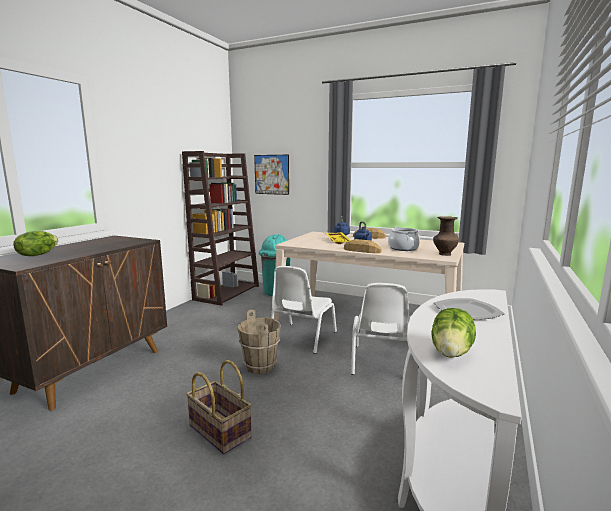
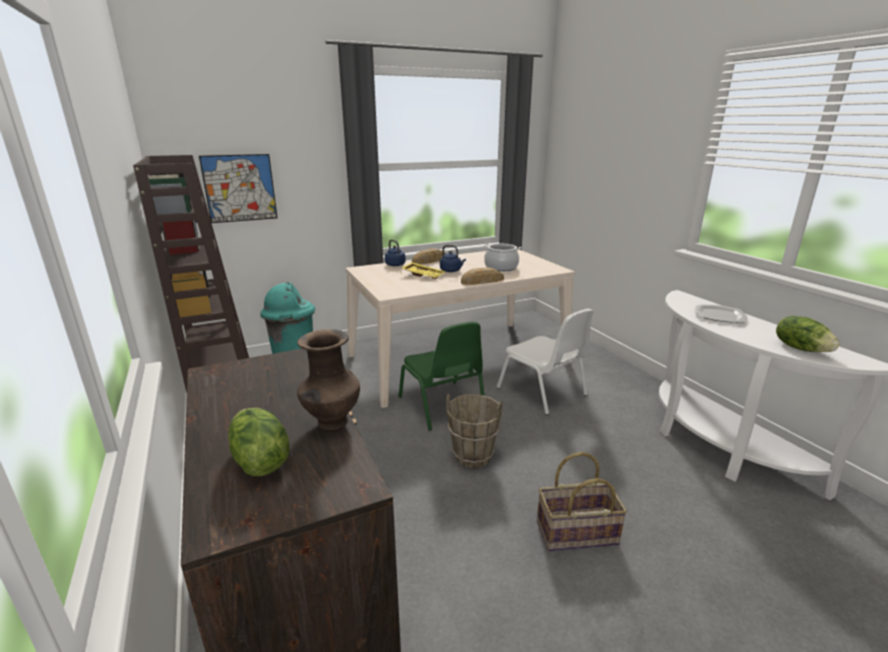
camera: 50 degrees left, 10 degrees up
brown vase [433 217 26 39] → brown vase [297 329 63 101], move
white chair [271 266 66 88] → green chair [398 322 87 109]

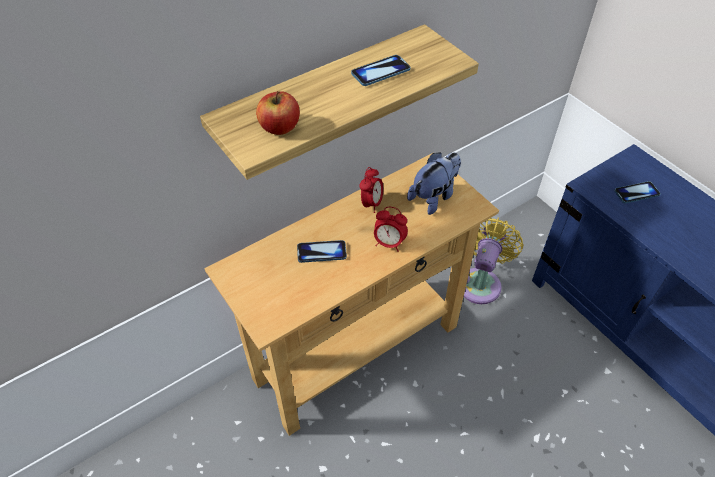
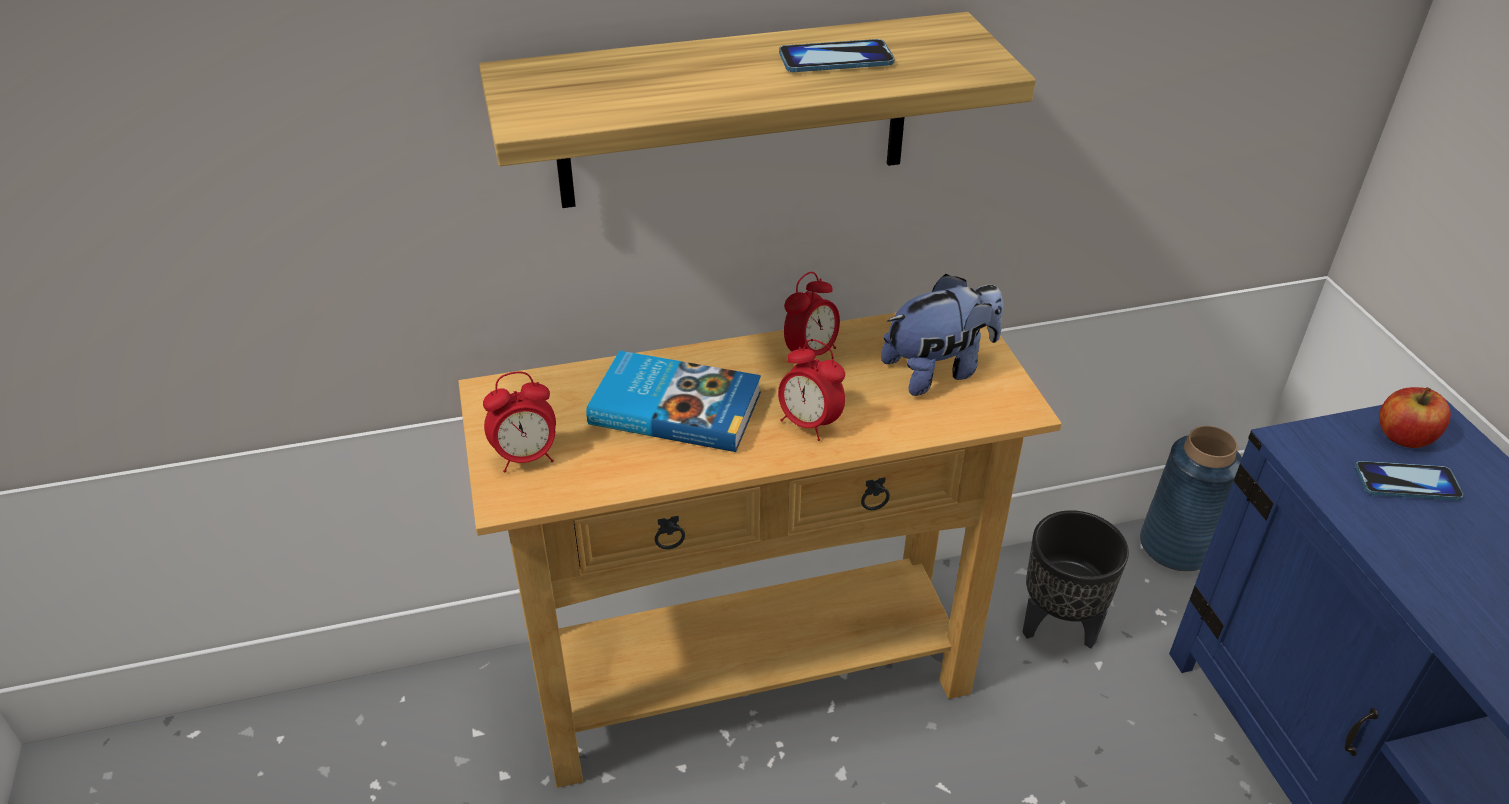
camera: 20 degrees right, 10 degrees down
- → alarm clock [483 372 73 100]
phone [297 240 50 23] → book [586 351 175 101]
yellow fan [464 218 59 86] → black planter [1023 510 106 139]
- → blue vase [1140 426 102 145]
apple [256 91 44 44] → apple [1379 387 72 61], move

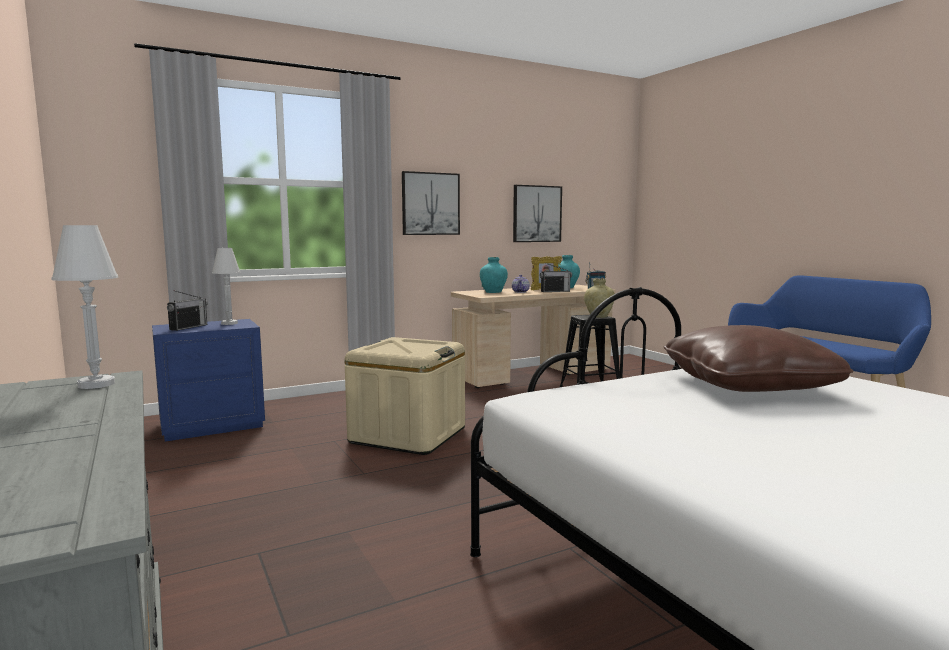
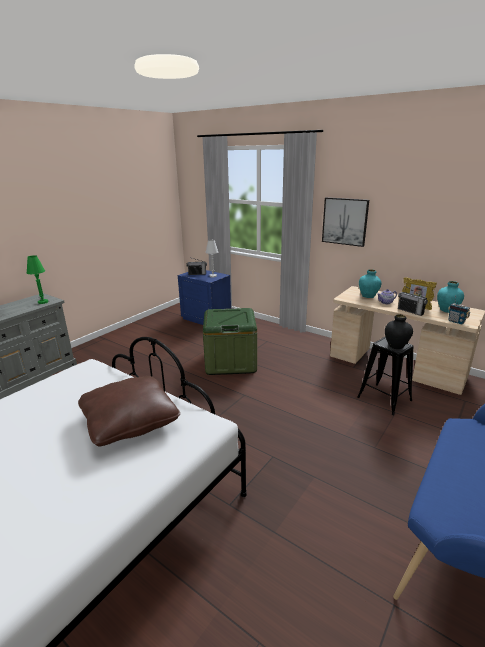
camera: 65 degrees right, 15 degrees up
white table lamp [51 225 67 164] → green table lamp [27 255 21 49]
beige storage box [344 337 121 118] → green storage box [203 308 54 67]
beige vase [584 279 31 39] → black vase [385 314 28 35]
picture [513 185 49 57] → -

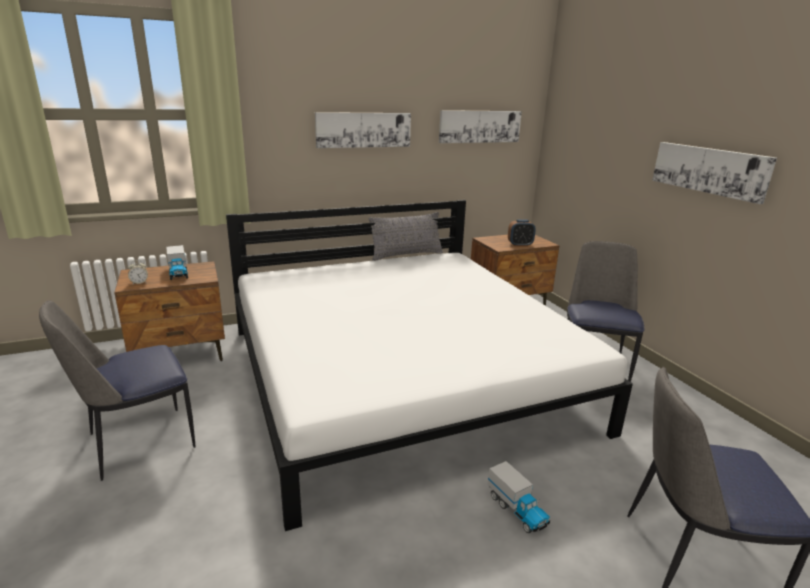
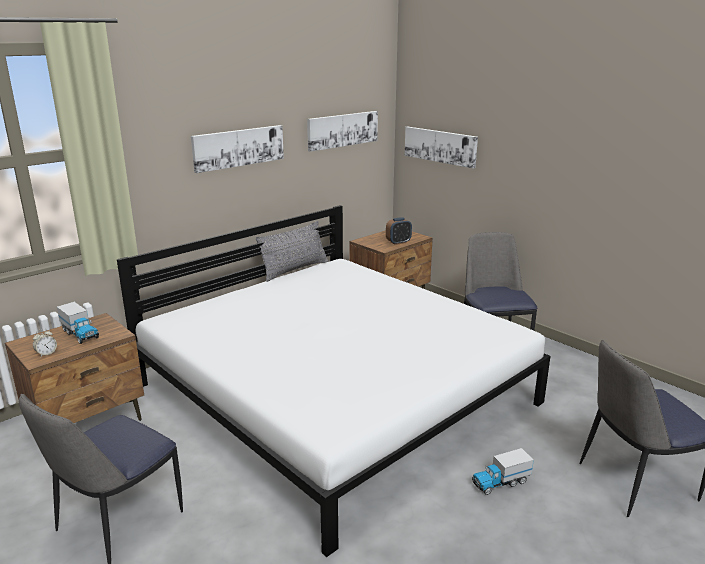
camera: 20 degrees left, 0 degrees up
picture [652 142 125 62] → picture [405 127 73 41], move
toy truck [488 461 62 72] → toy truck [472 448 62 47], 120 degrees clockwise

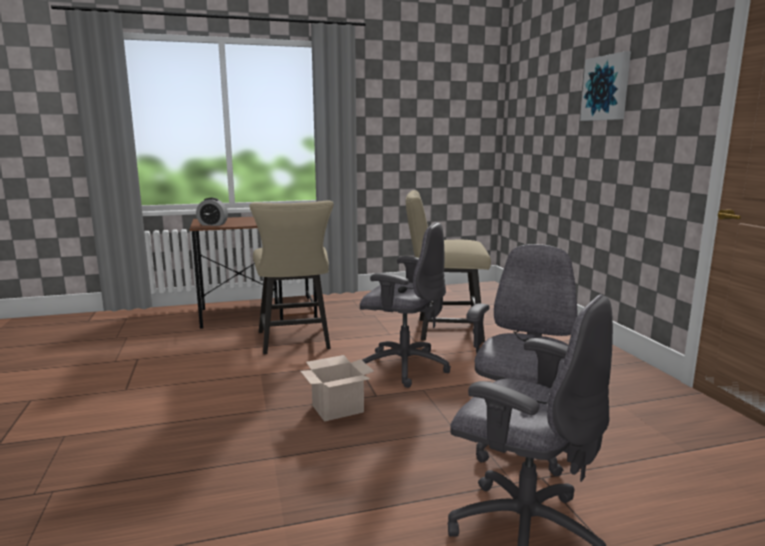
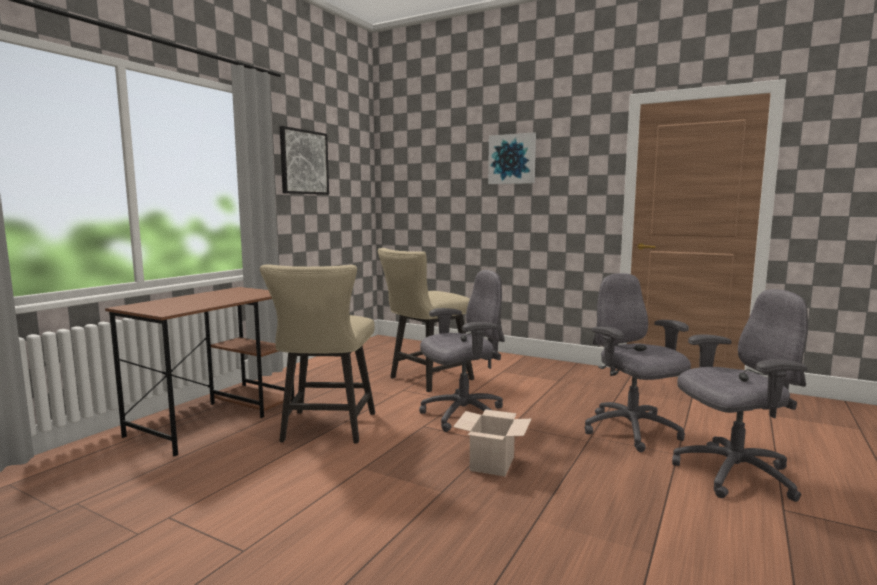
camera: 45 degrees left, 5 degrees down
beige chair [249 200 85 154] → beige chair [260 264 115 180], 60 degrees clockwise
- → picture [280 126 49 69]
alarm clock [196 198 32 28] → -

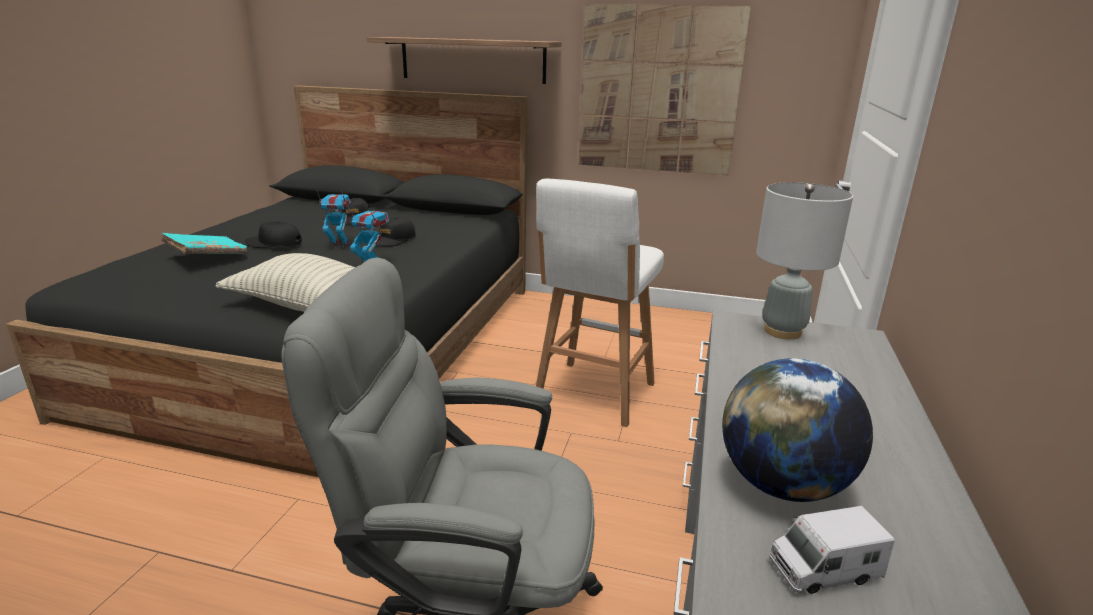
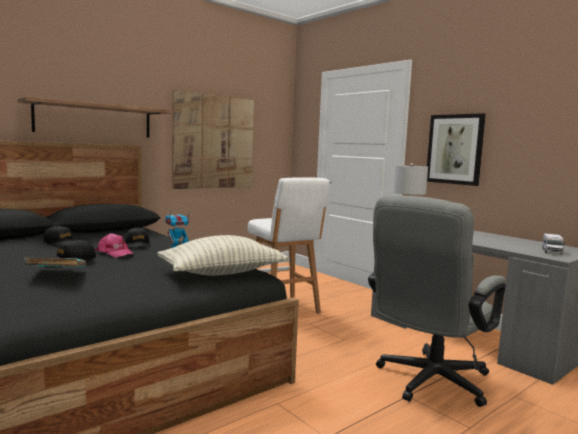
camera: 55 degrees left, 15 degrees down
toy robot [317 190 34 57] → pink cap [95 233 39 24]
- → picture [427 113 59 73]
globe [722 358 151 144] → -

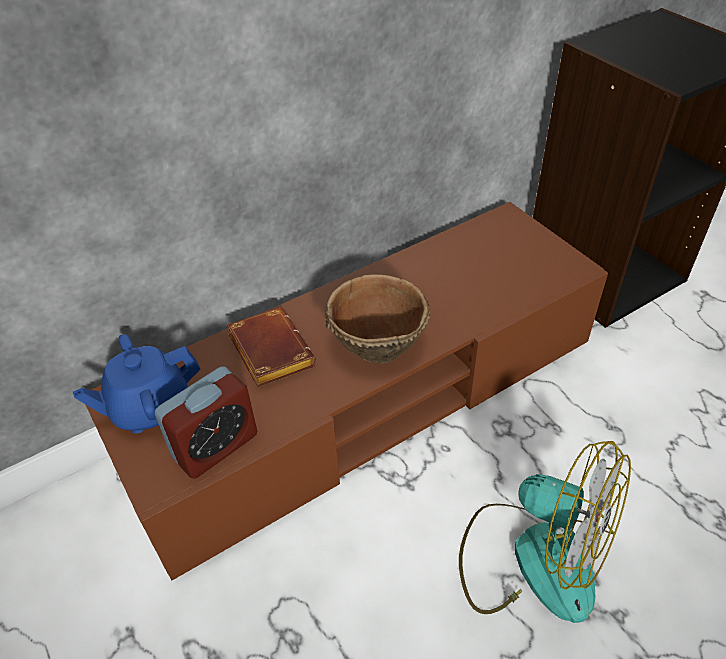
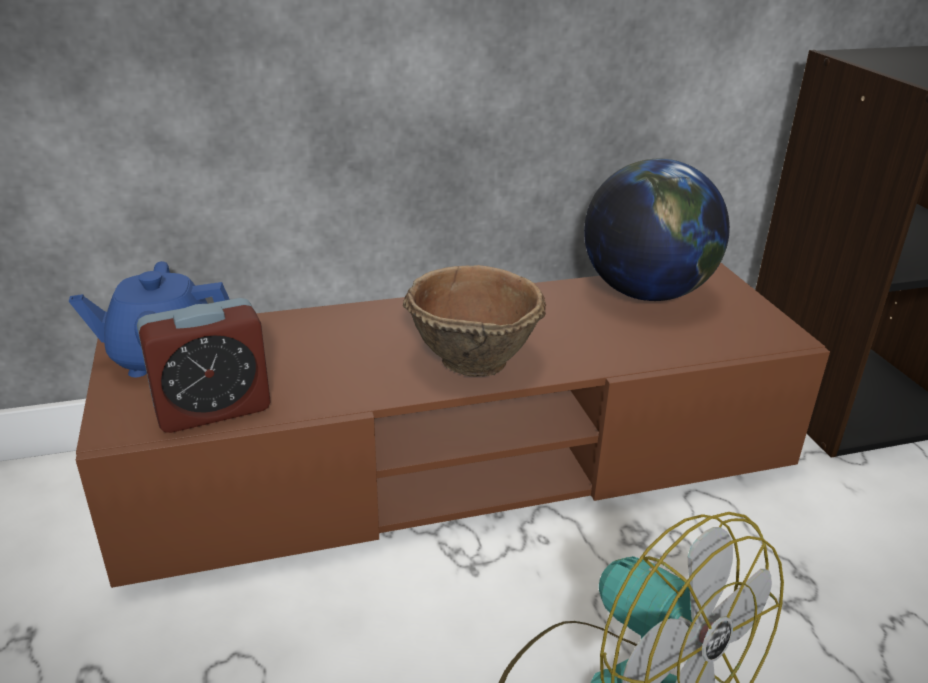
camera: 15 degrees right, 15 degrees down
- → globe [584 159 146 142]
brown book [227 307 89 80] → -

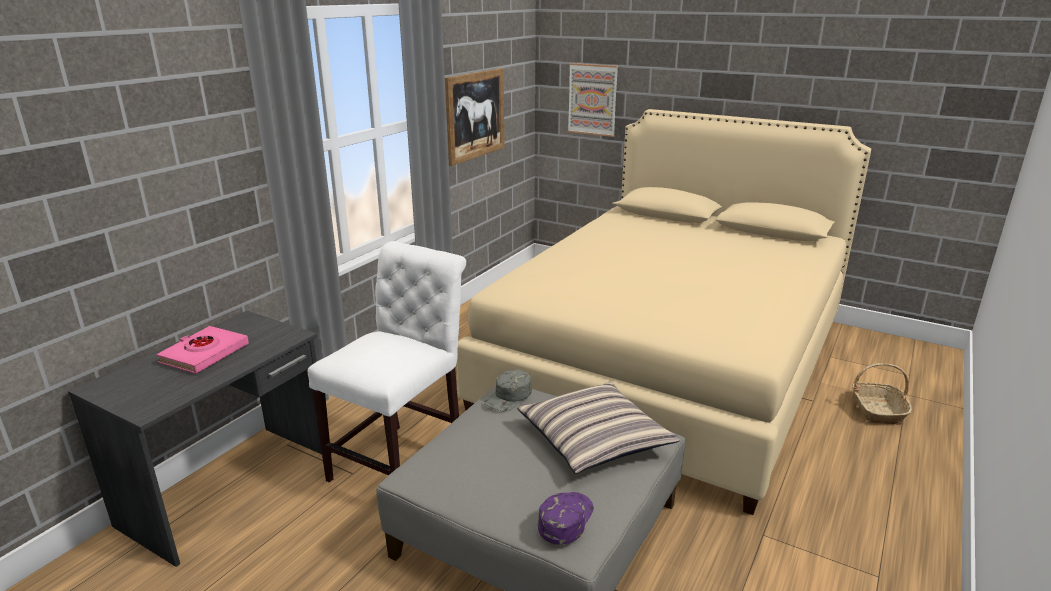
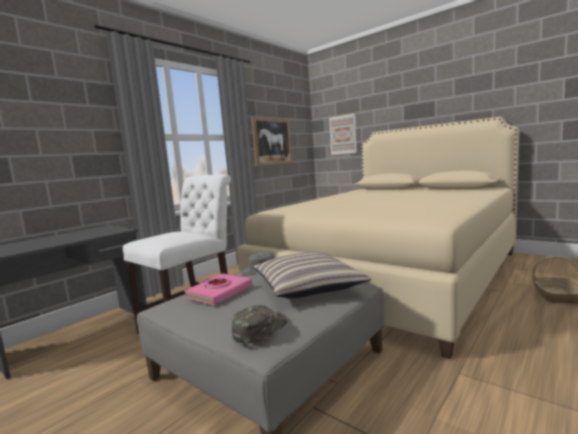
camera: 10 degrees right, 15 degrees down
pink book [156 326 93 48] → pink book [184 273 68 32], move
purple cap [538 492 56 53] → green cap [232 305 56 39]

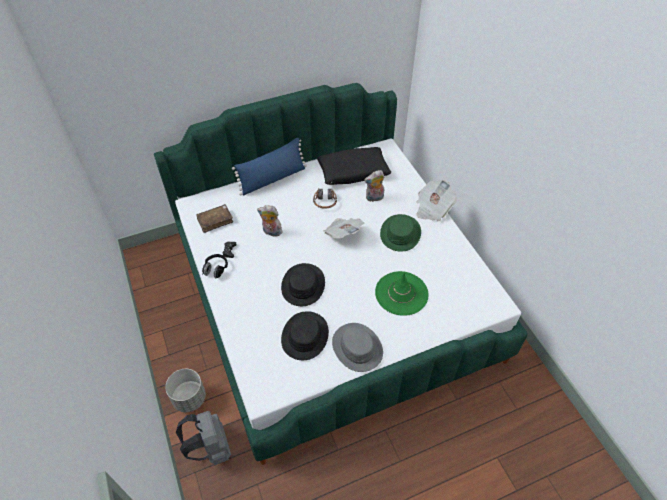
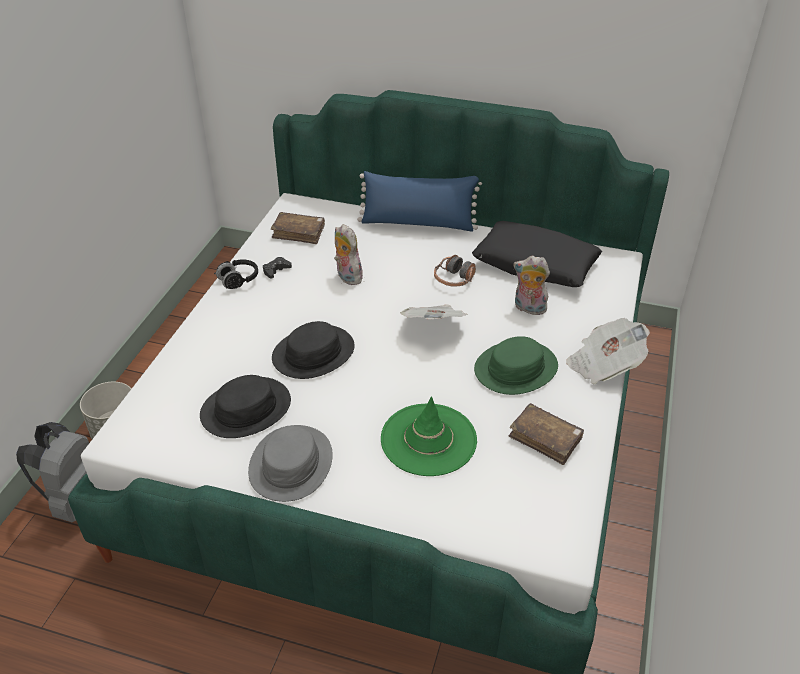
camera: 40 degrees right, 10 degrees down
- → brown book [509 403 75 62]

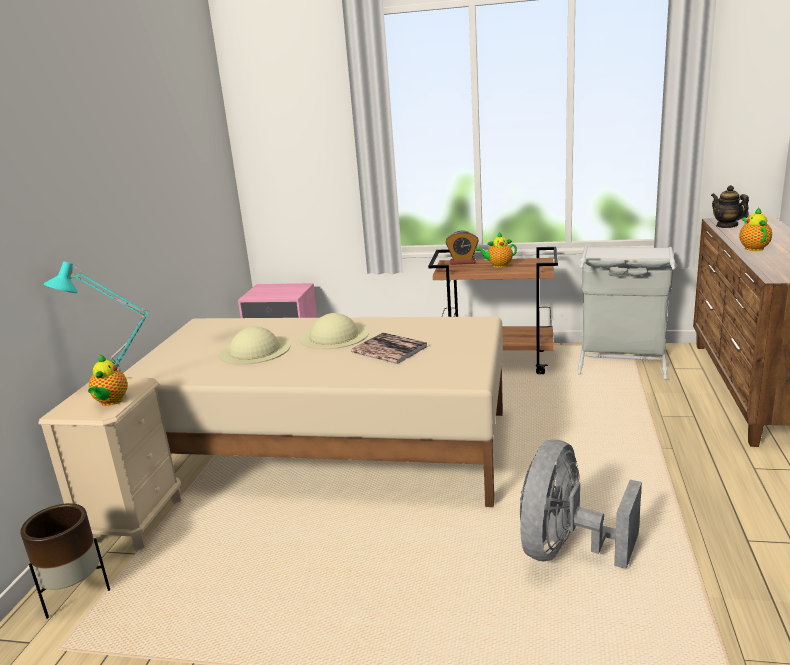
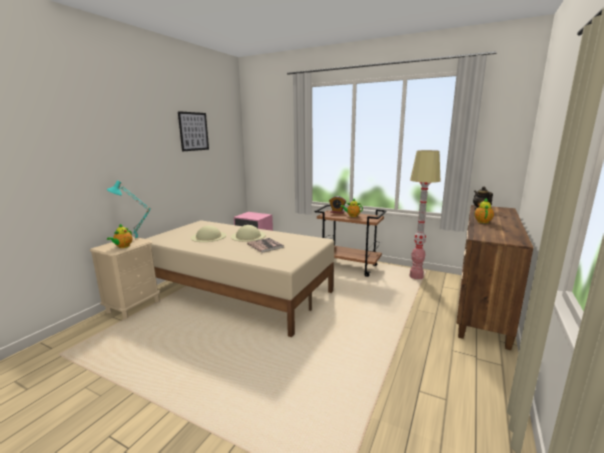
camera: 15 degrees right, 5 degrees down
- → picture [178 111 31 41]
grey laundry basket [578 246 97 134] → floor lamp [410 150 31 129]
brown planter [20 503 90 116] → -
grey fan [520 440 122 129] → -

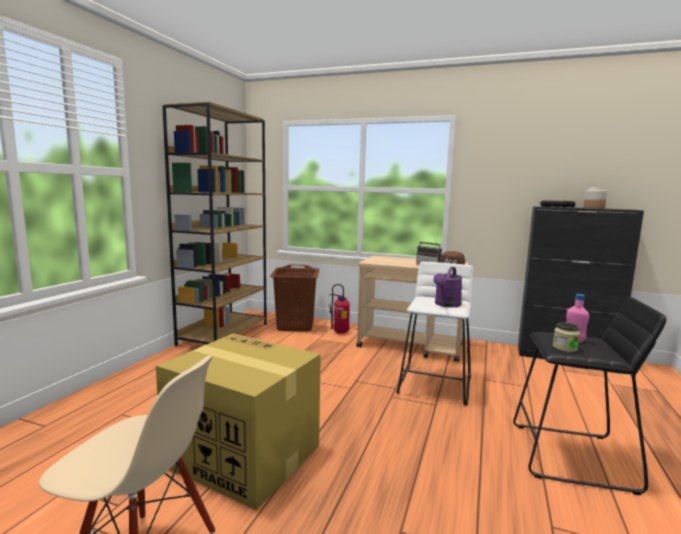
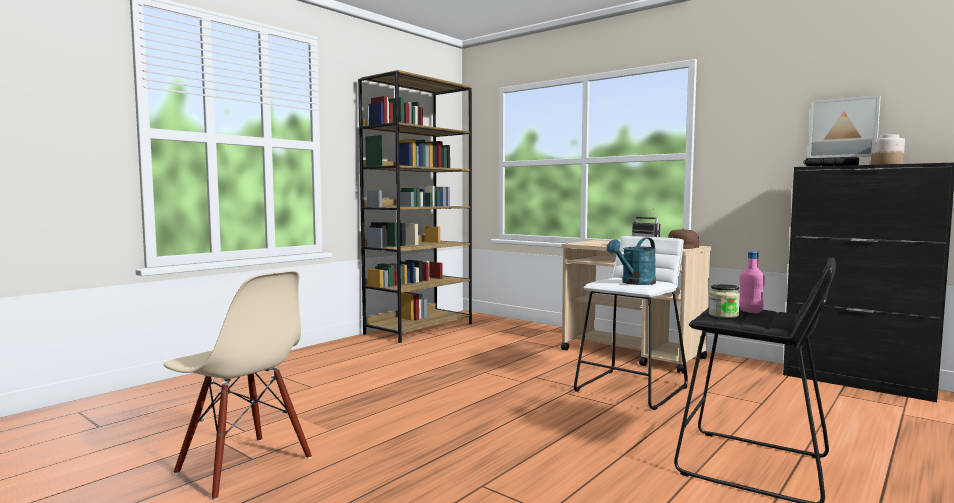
camera: 20 degrees right, 5 degrees down
purple watering can [433 267 30 40] → turquoise watering can [607 238 49 47]
- → picture [808 95 73 63]
cardboard box [156 334 165 176] → -
brown laundry basket [270 265 49 66] → -
fire extinguisher [329 284 21 50] → -

